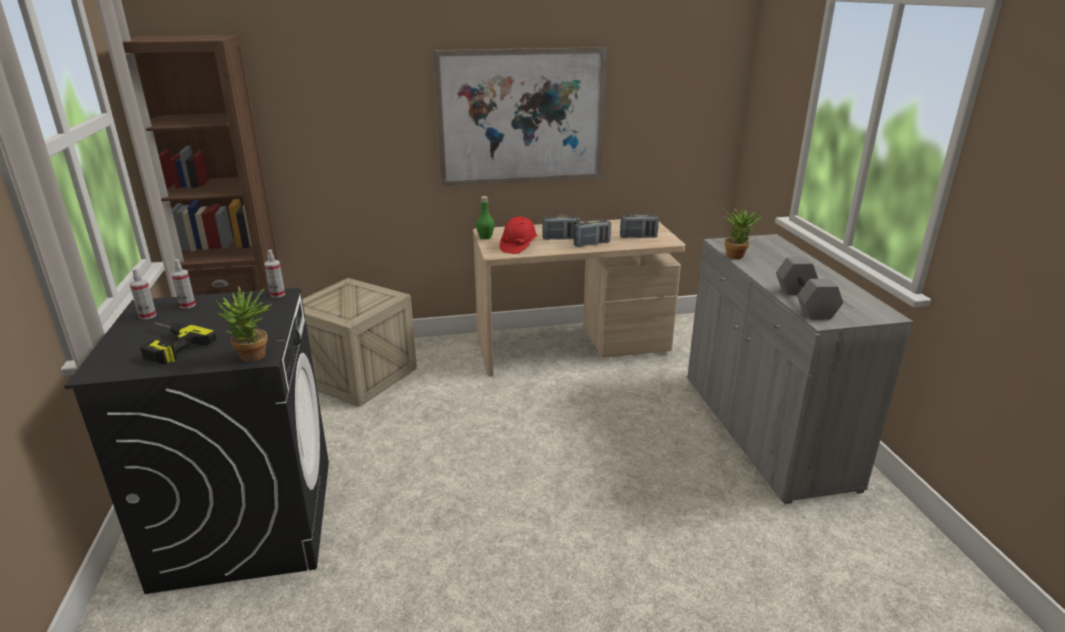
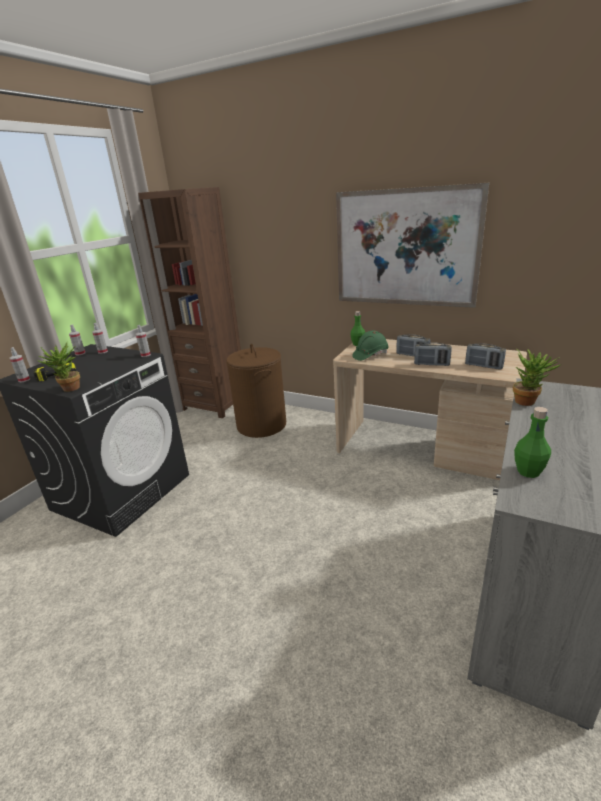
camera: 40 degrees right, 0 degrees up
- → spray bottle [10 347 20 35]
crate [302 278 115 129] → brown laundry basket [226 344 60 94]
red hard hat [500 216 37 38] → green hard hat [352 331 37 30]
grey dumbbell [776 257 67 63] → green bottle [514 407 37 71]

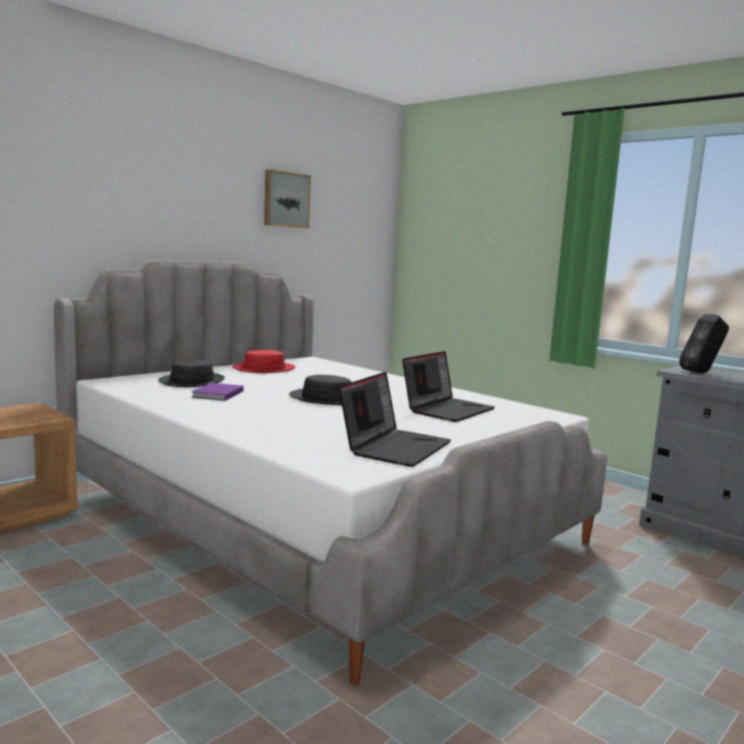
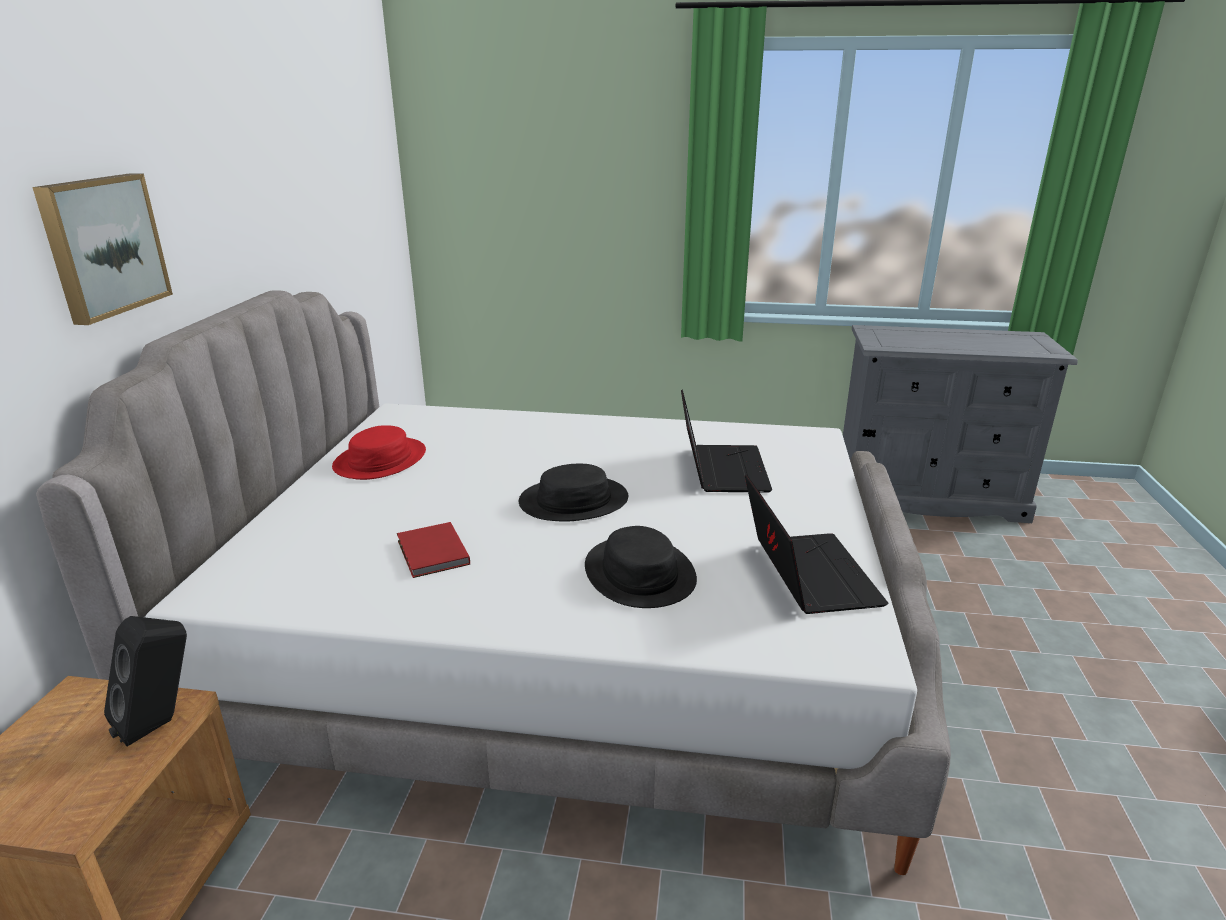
camera: 35 degrees left, 15 degrees up
picture [264 169 47 59] → picture [32 173 141 152], move
black speaker [679 314 50 59] → black speaker [104 616 83 130], move
purple book [192 383 52 18] → red book [397 522 73 56]
black hat [158 359 67 28] → black hat [585 526 112 82], move

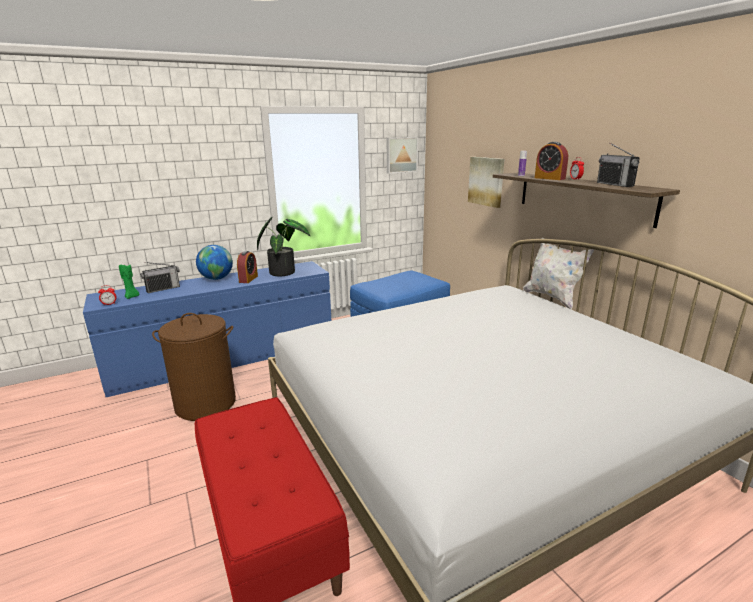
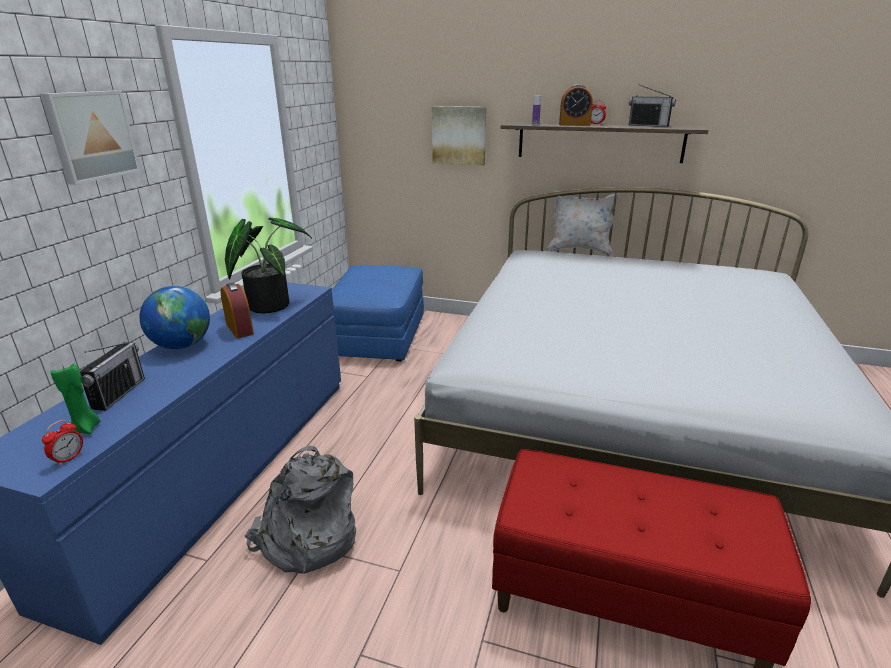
camera: 45 degrees left, 5 degrees up
picture [387 137 31 37] → picture [40 91 101 94], move
brown laundry basket [152 313 84 108] → grey backpack [245 446 111 128]

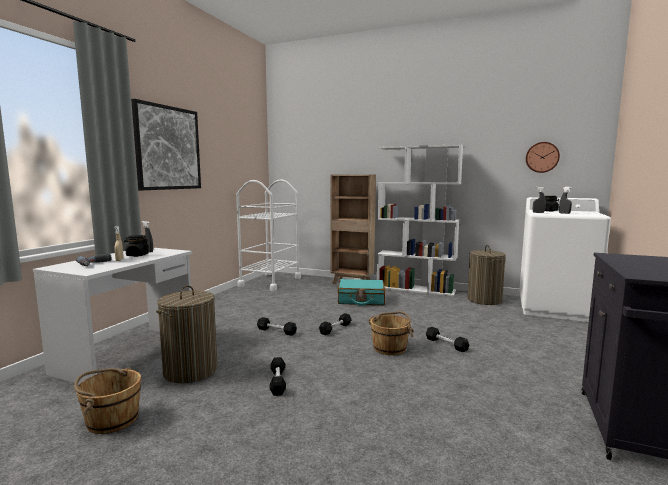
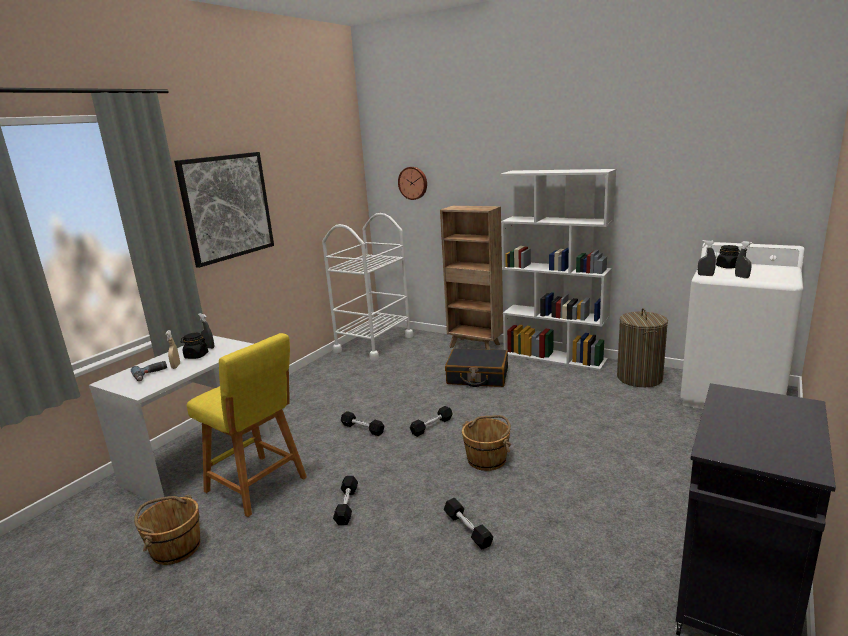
camera: 10 degrees right, 10 degrees up
laundry basket [156 285 61 98] → yellow stool [187 333 120 184]
wall clock [526 142 34 31] → wall clock [398 167 29 33], move
black dumbbell [426 327 43 25] → black dumbbell [444 498 49 51], move
turquoise suitcase [338 279 47 27] → black suitcase [445 348 63 39]

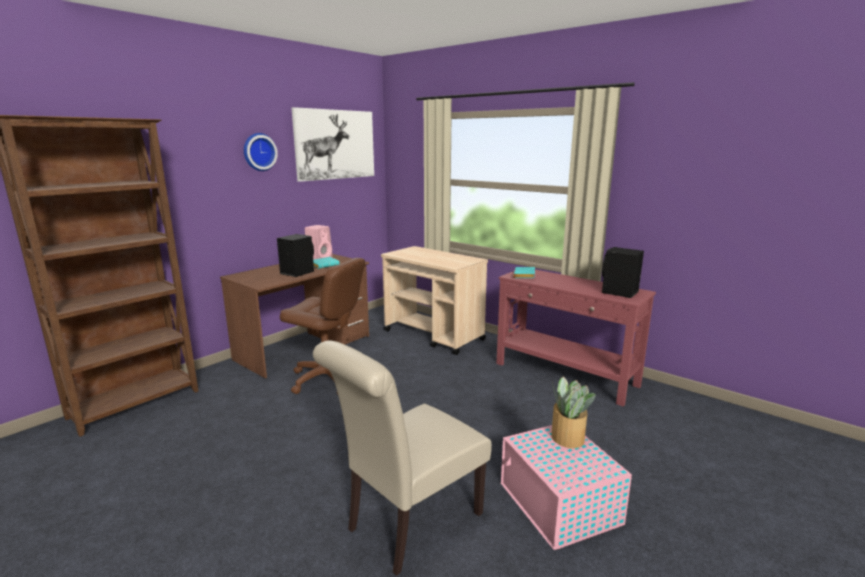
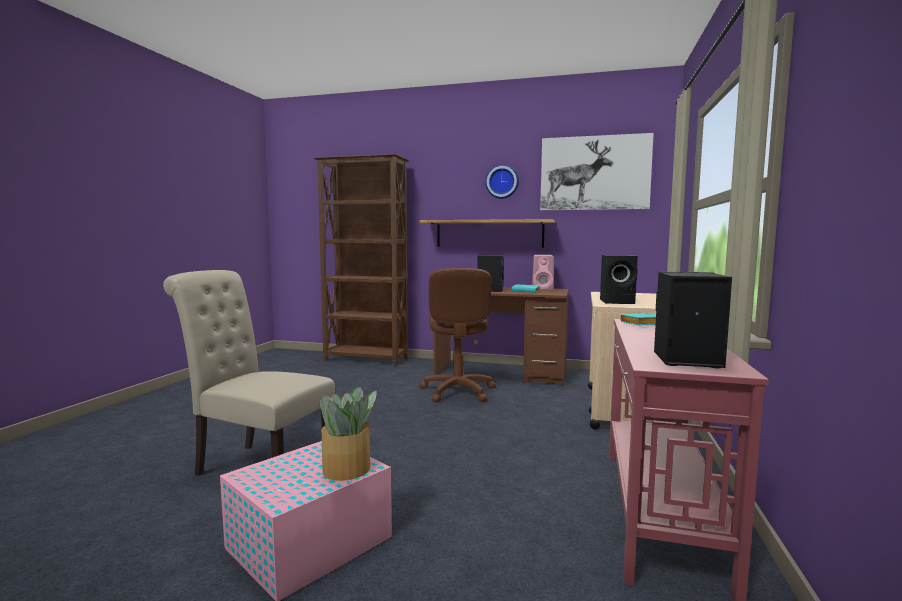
camera: 65 degrees right, 10 degrees down
- → shelf [420 219 135 28]
- → black speaker [600 255 38 49]

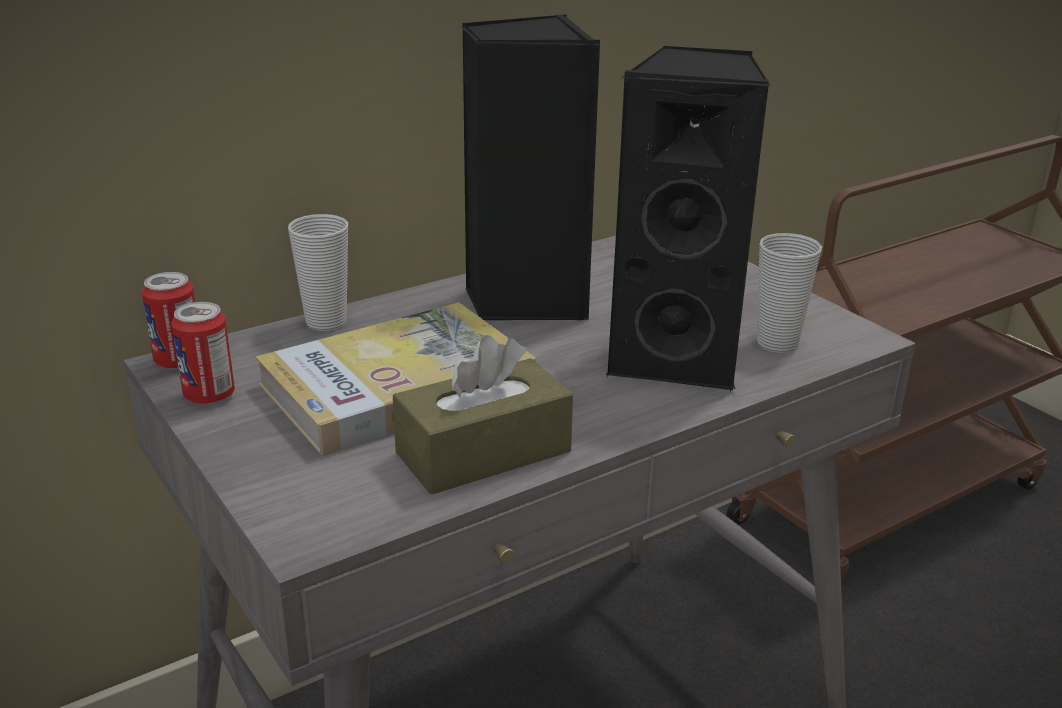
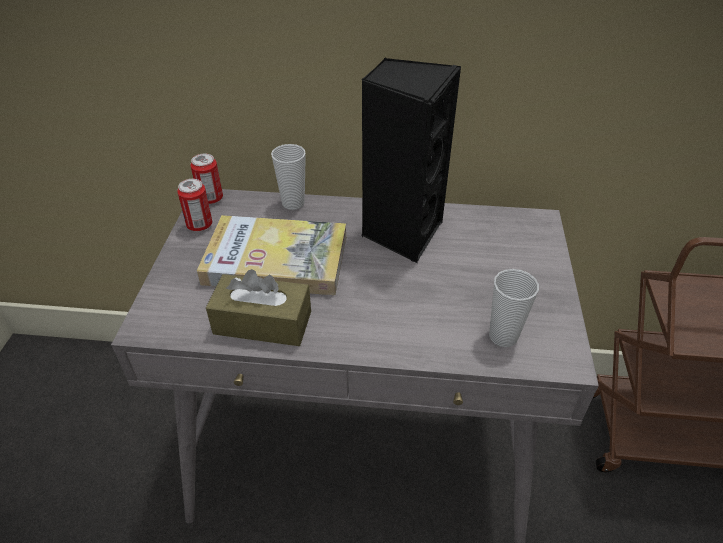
camera: 40 degrees right, 15 degrees up
black speaker [606 45 165 348] → -

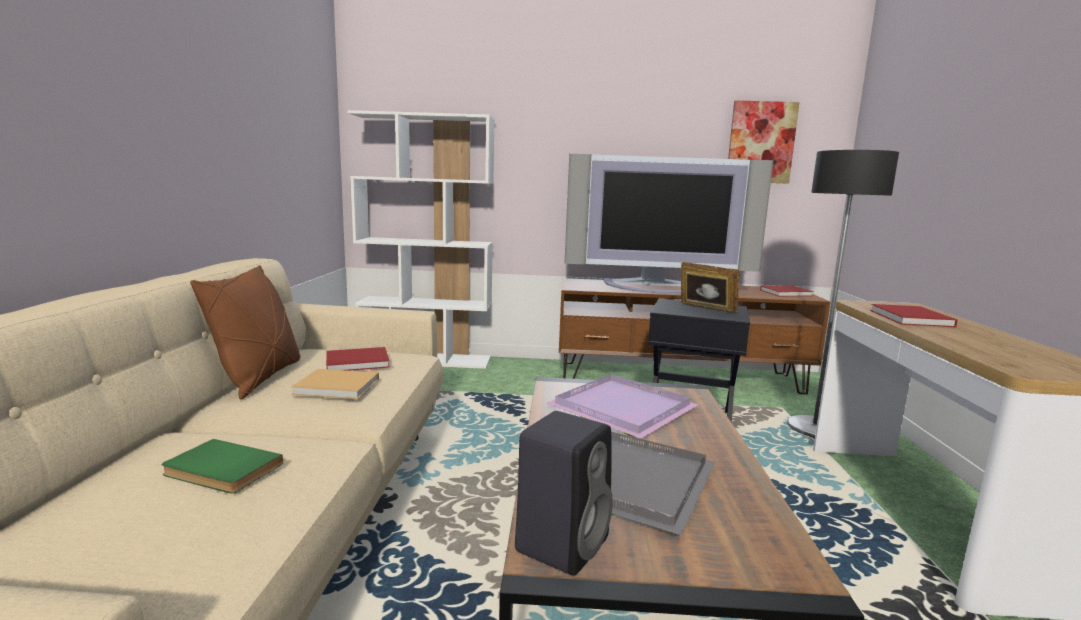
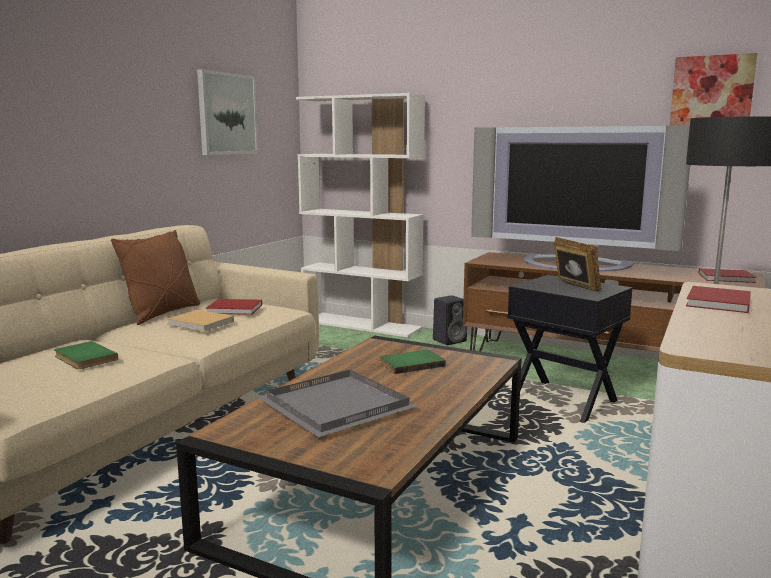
camera: 25 degrees right, 0 degrees up
- → picture [197 69 61 86]
purple tray [546 374 152 65] → green book [380 350 66 24]
black speaker [515 411 98 165] → black speaker [433 295 34 50], move

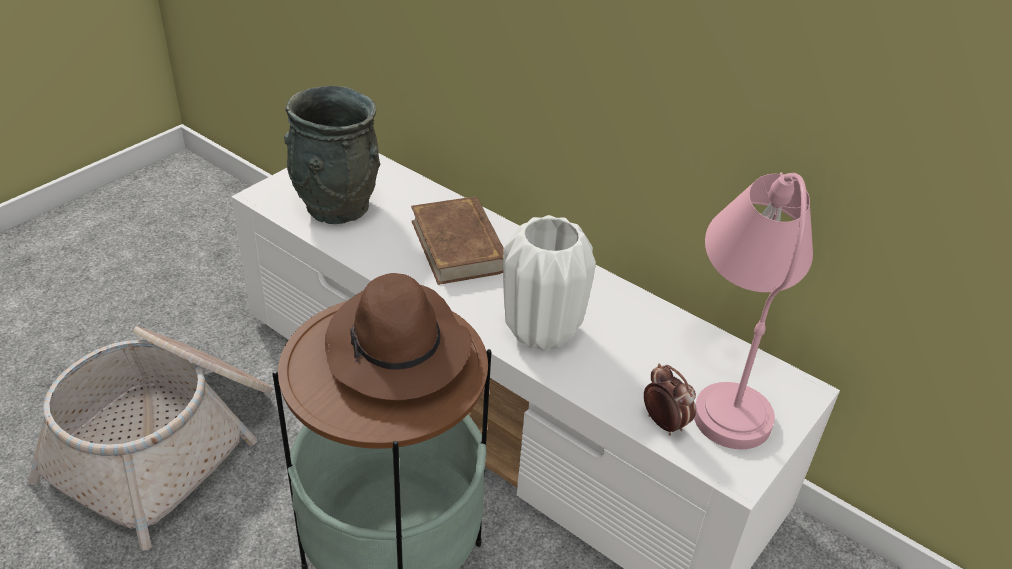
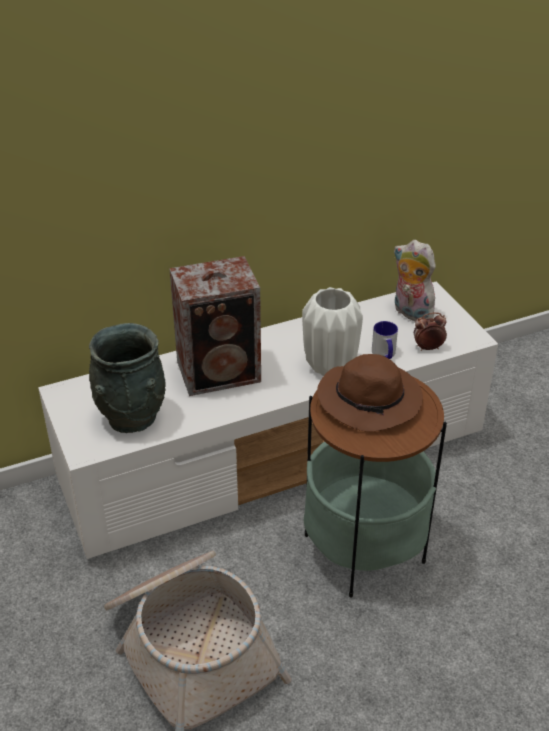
camera: 60 degrees left, 0 degrees up
brown book [411 196 93 89] → speaker [169 256 92 140]
- → mug [372 321 26 38]
pink table lamp [694 172 119 277] → plush toy [393 240 44 82]

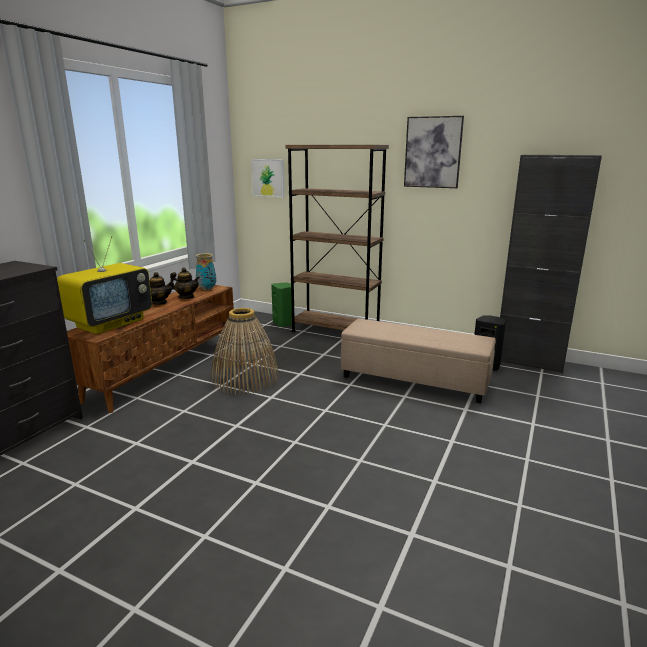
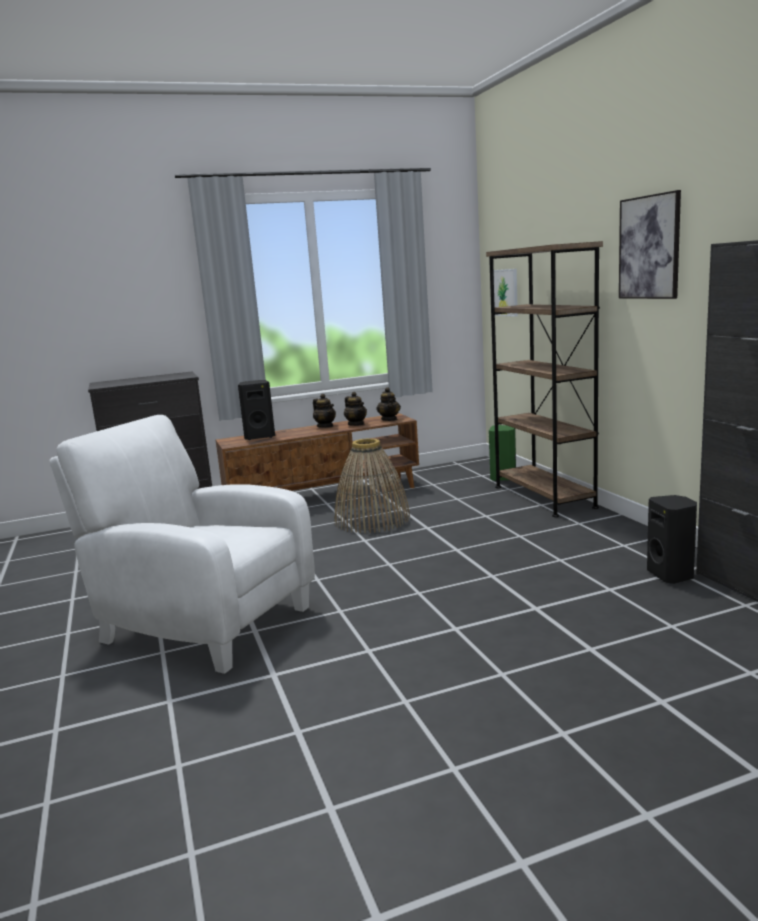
camera: 45 degrees right, 5 degrees down
- → white armchair [49 415 266 259]
television [57 236 95 98] → black speaker [238 380 37 60]
vase [195 253 21 38] → teapot [376 387 25 34]
beige ottoman [341 318 155 85] → -

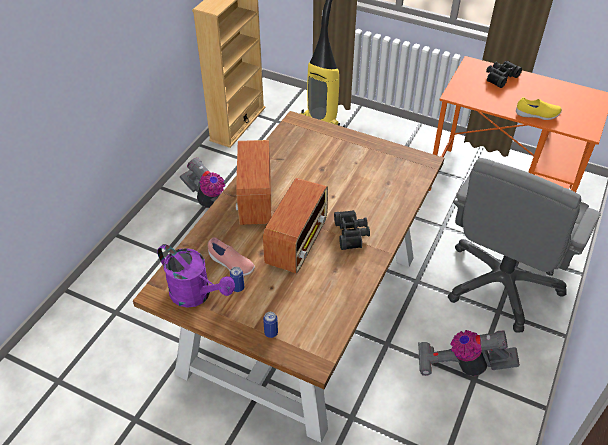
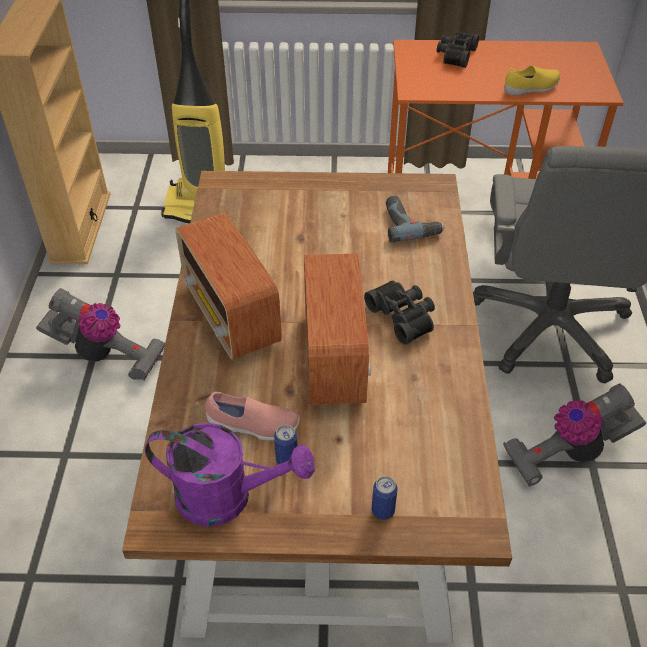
camera: 25 degrees left, 0 degrees up
- → power drill [386 196 59 47]

